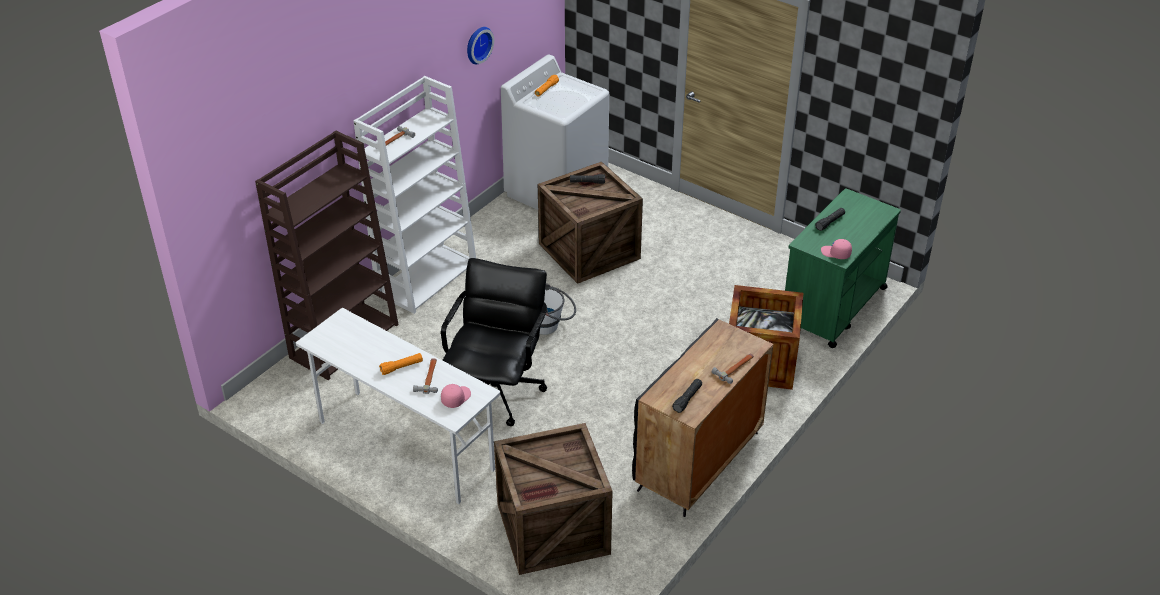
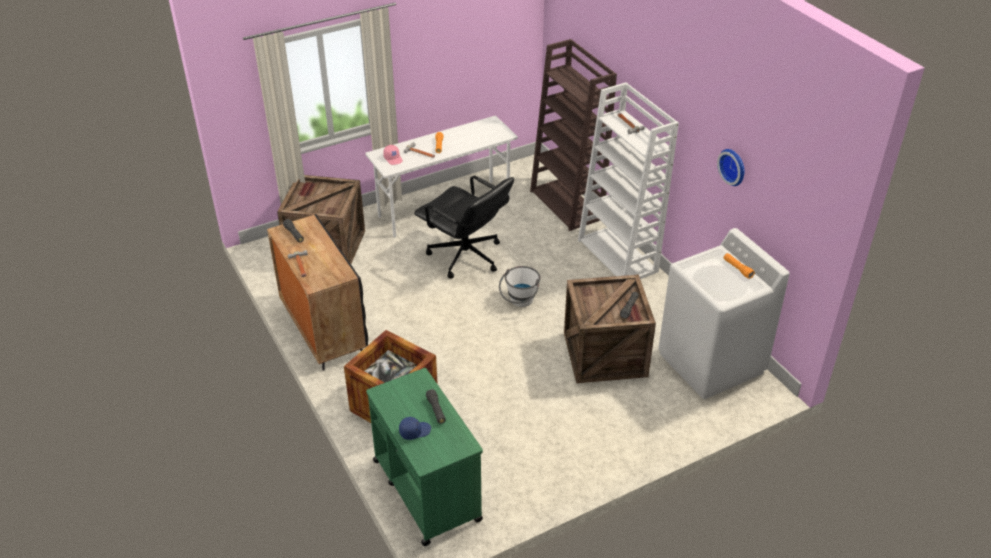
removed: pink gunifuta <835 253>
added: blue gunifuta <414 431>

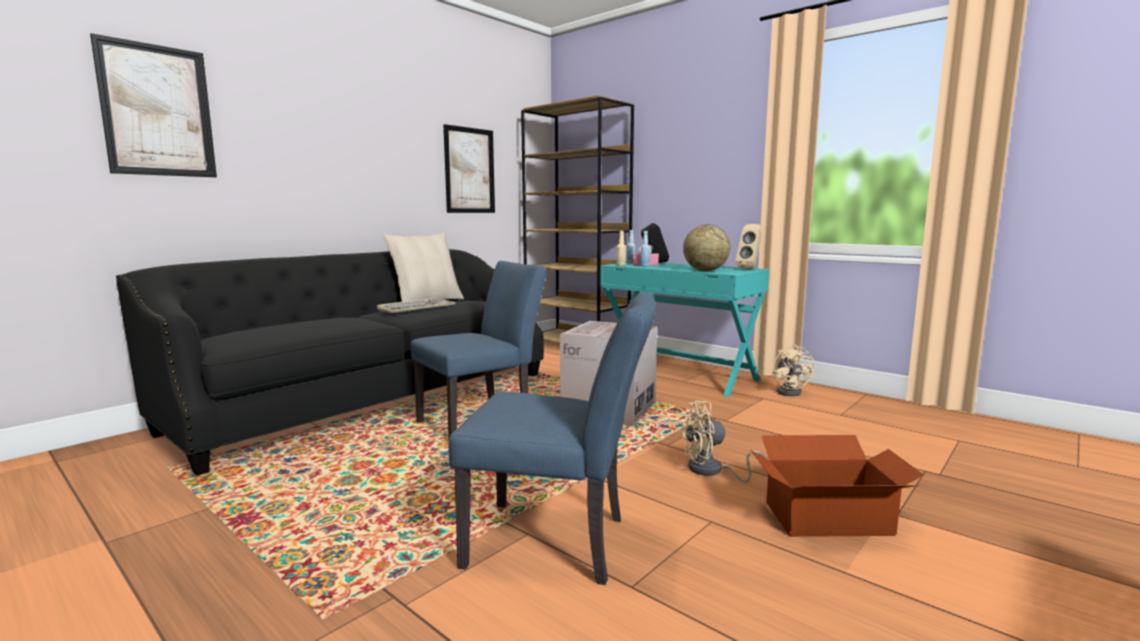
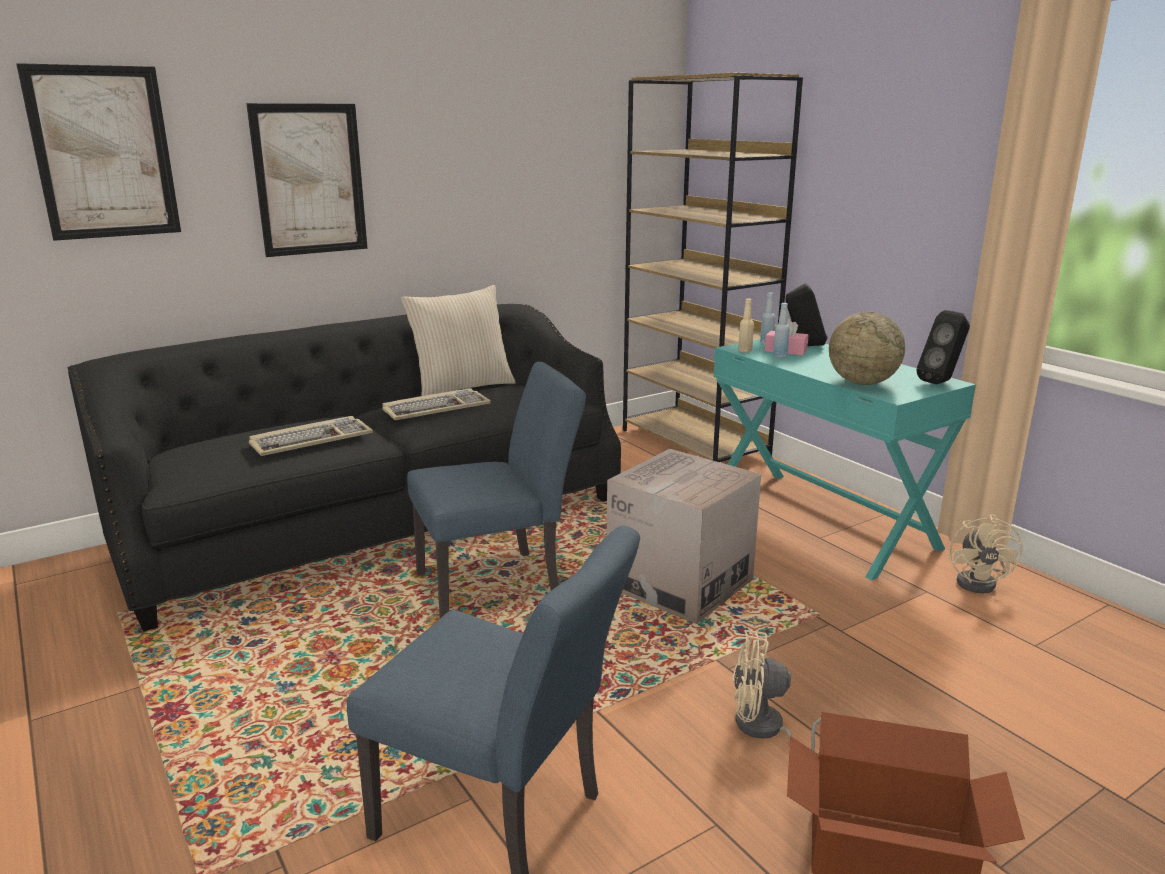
added: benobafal <311 440>
moved: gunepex <469 170> to <309 180>
recoloured: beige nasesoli <749 269> to black nasesoli <941 382>

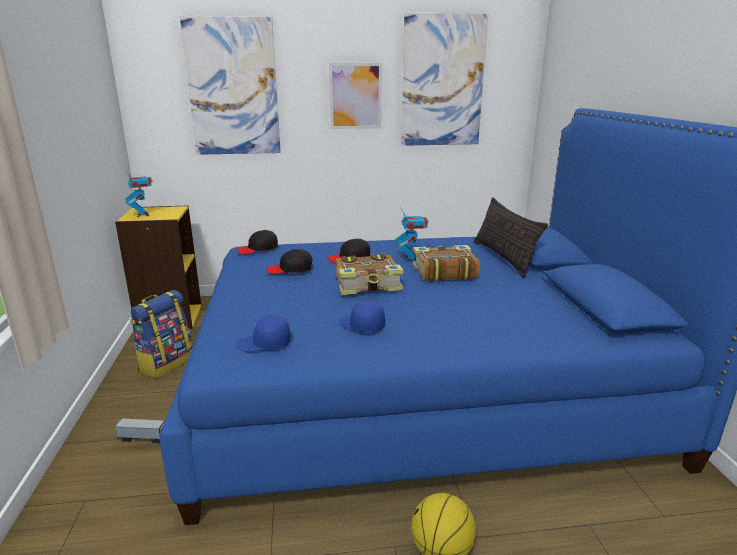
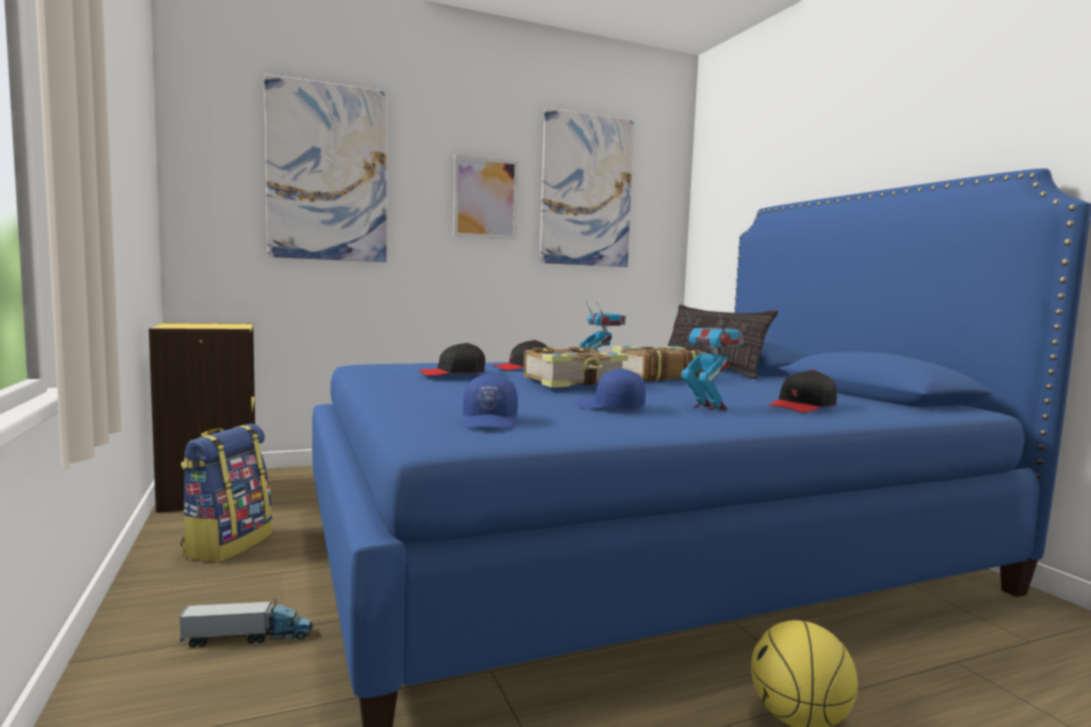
moved: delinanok <143 215> to <709 407>; black gunifuta <258 249> to <802 406>
turned: blue gunifuta <264 344> = <490 421> 75 degrees counterclockwise

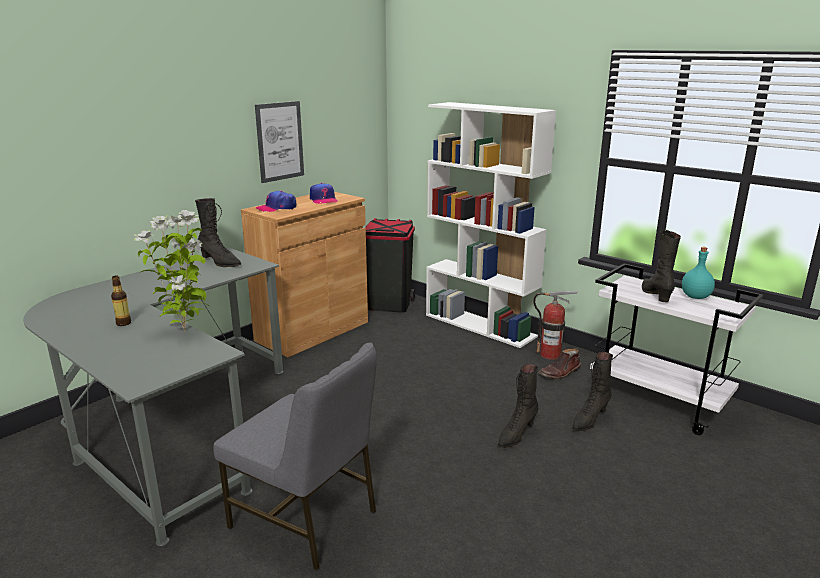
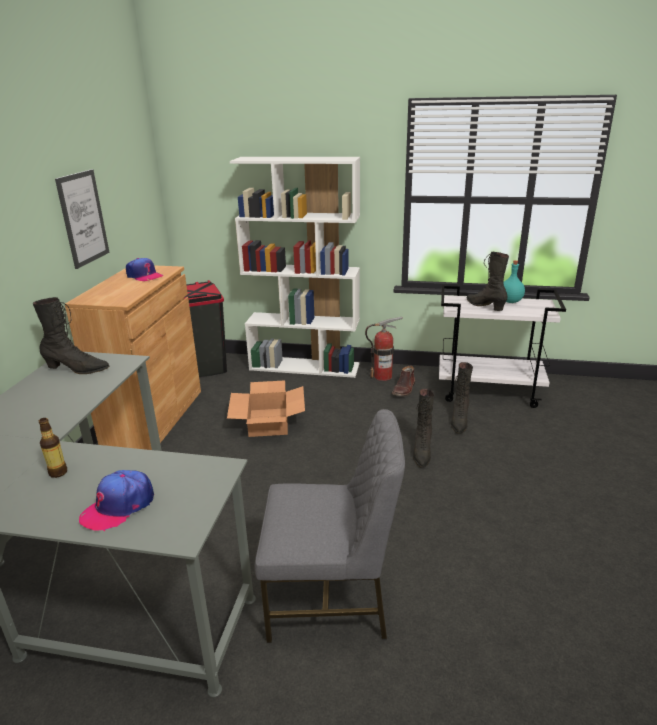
removed: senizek <185 330>
added: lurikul <268 422>
moved: gunifuta <277 208> to <118 506>

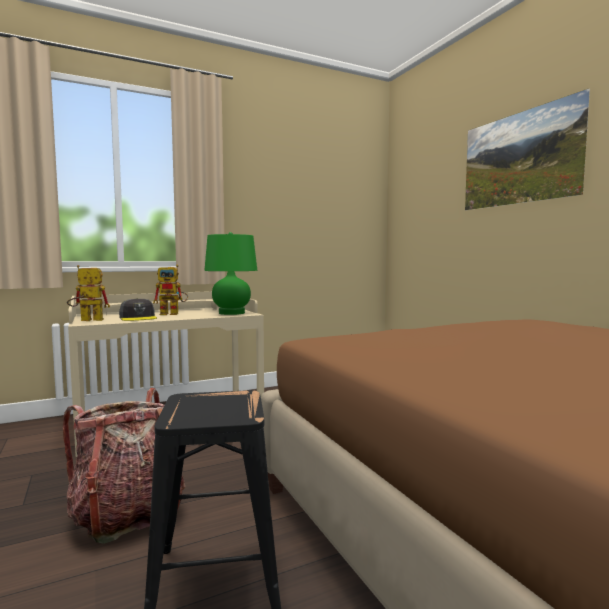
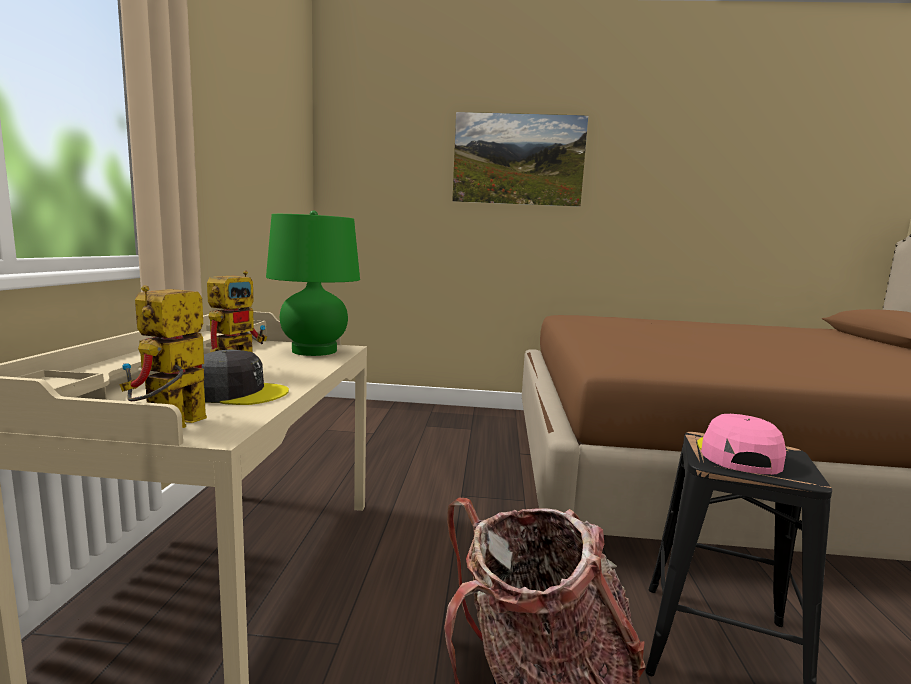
added: pink gunifuta <737 455>

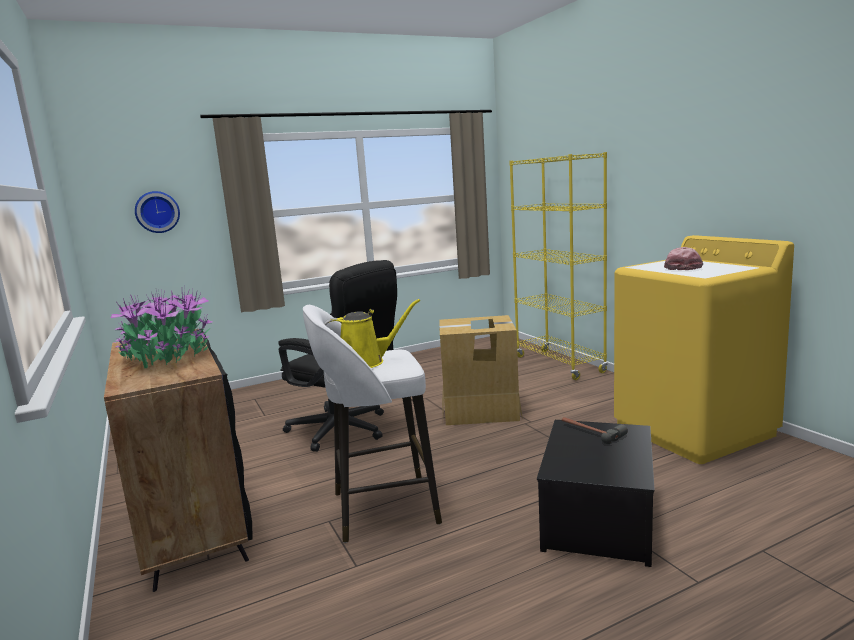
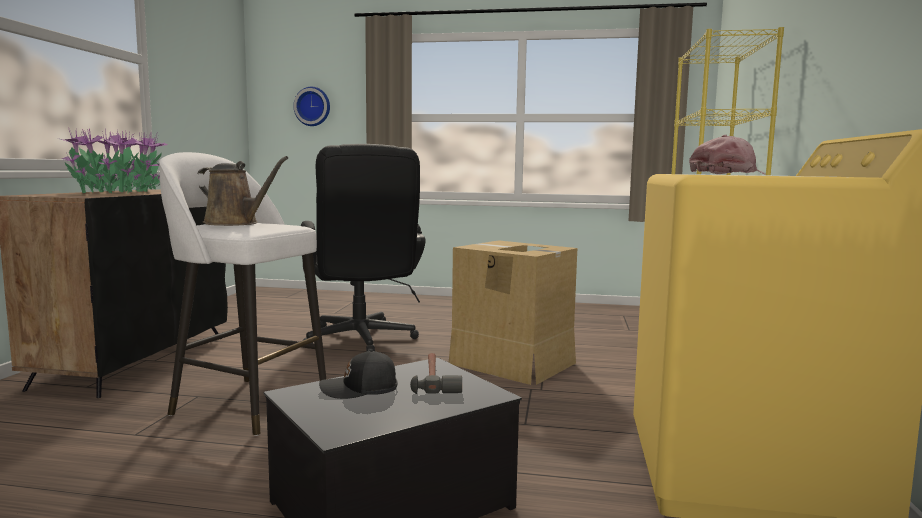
added: black gunifuta <360 389>
recoloured: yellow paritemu <366 362> to brown paritemu <235 223>

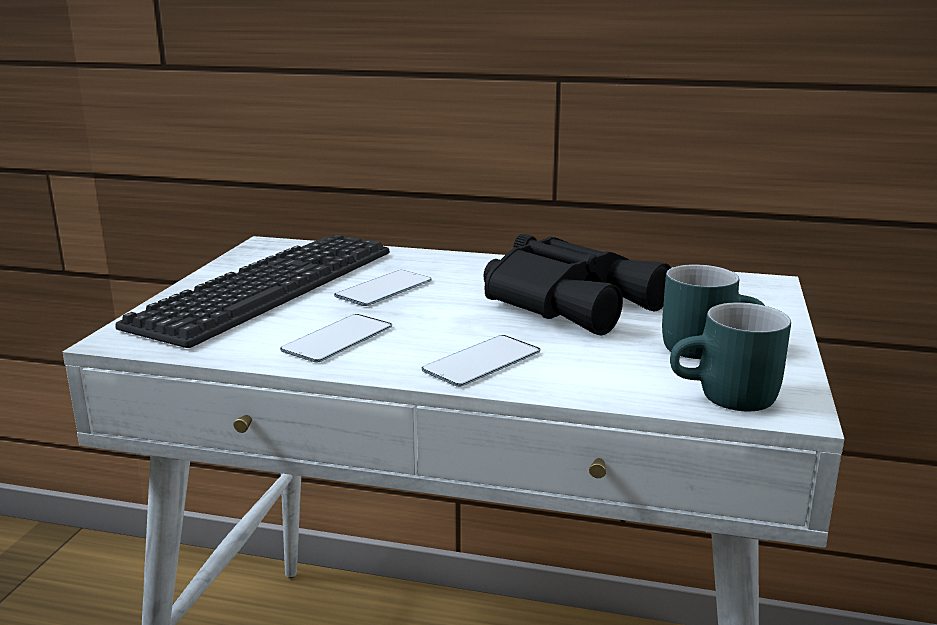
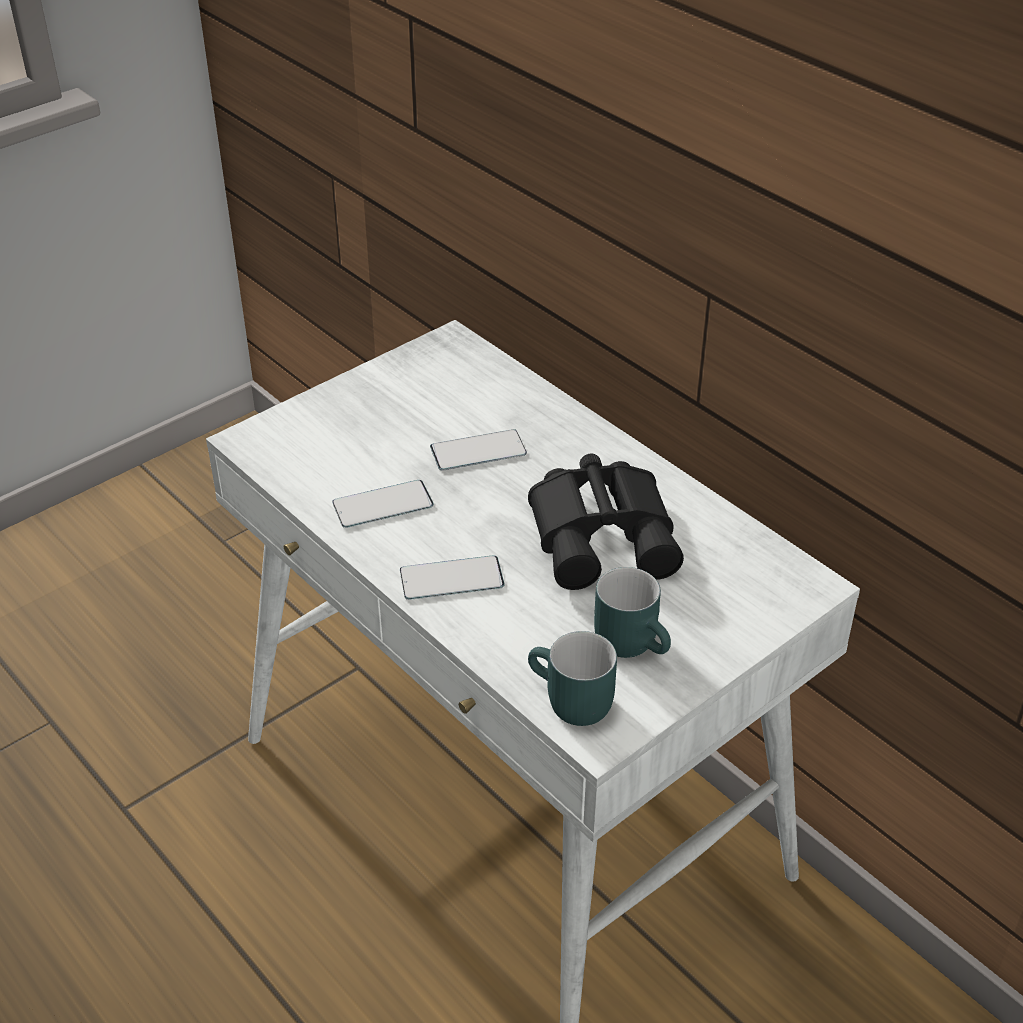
removed: benobafal <268 288>

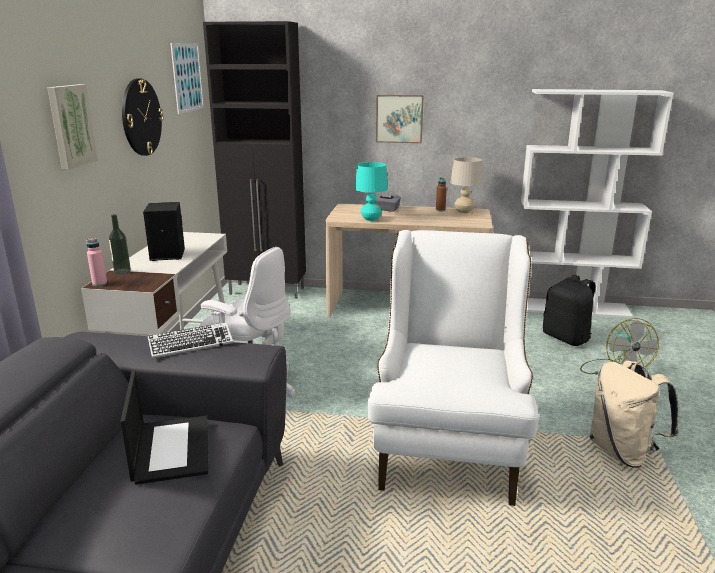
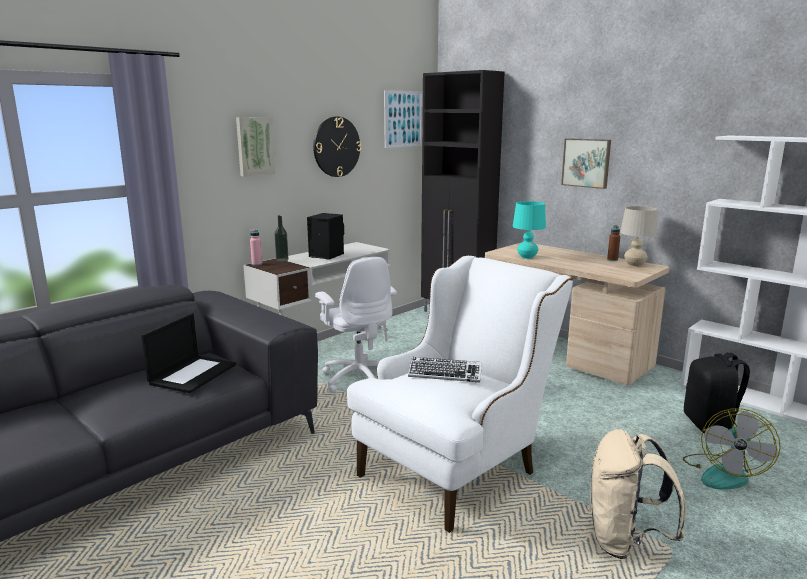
removed: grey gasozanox <386 209>
moved: benobafal <191 345> to <445 374>

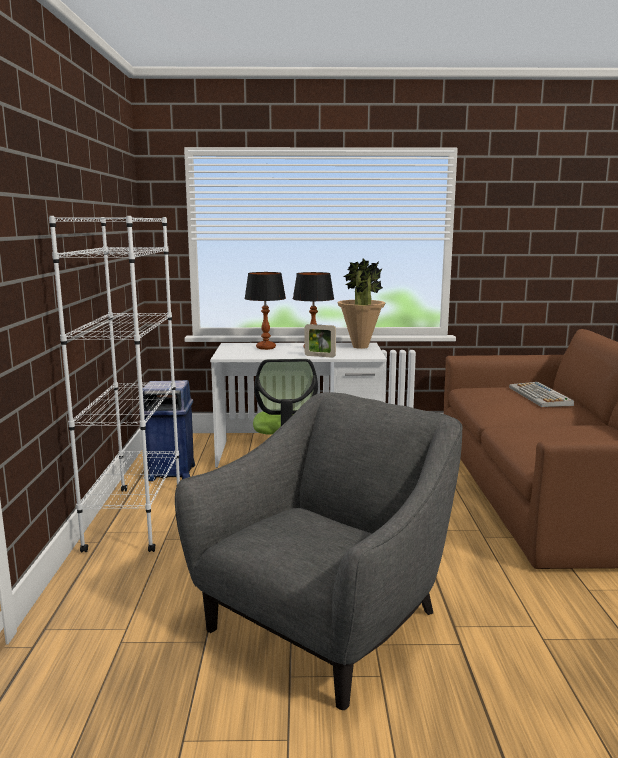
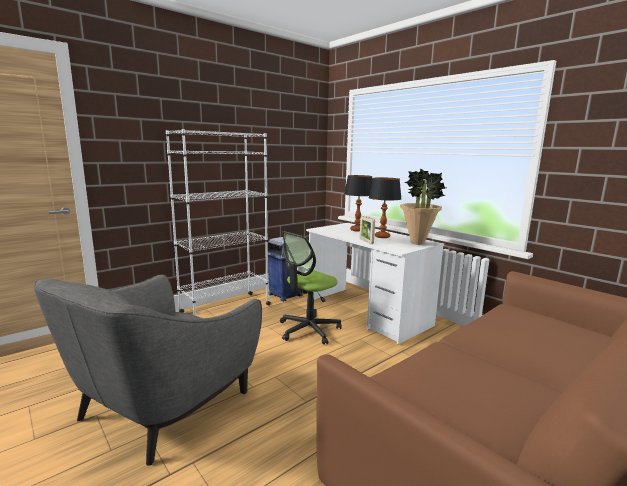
removed: benobafal <540 396>
turned: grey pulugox <327 621> = <163 405> 120 degrees clockwise

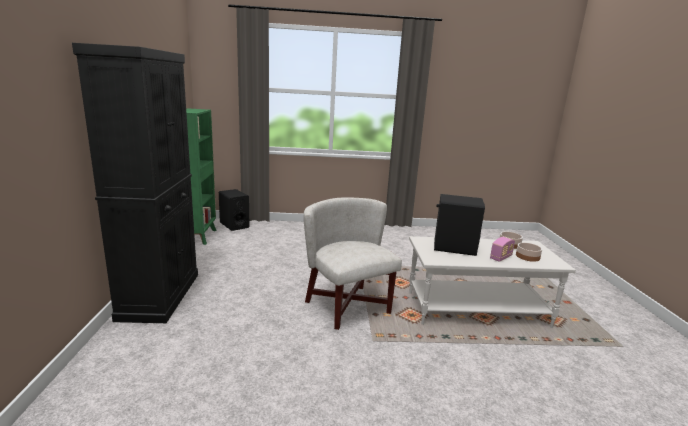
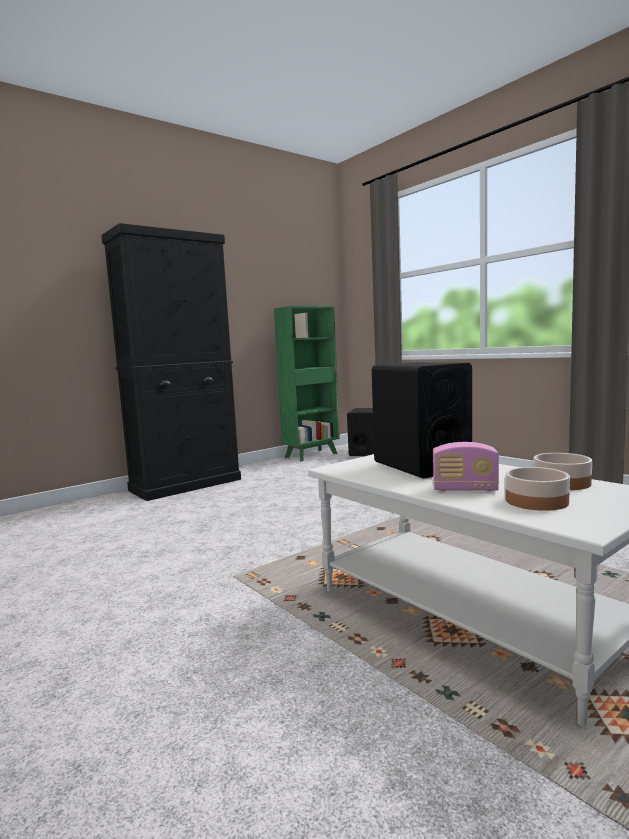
removed: white pulugox <348 306>

